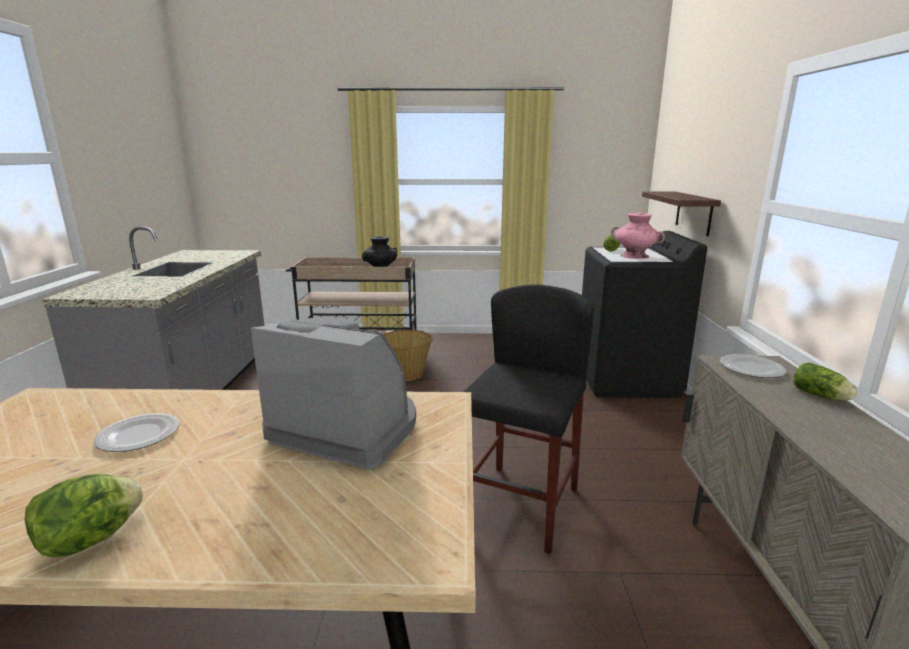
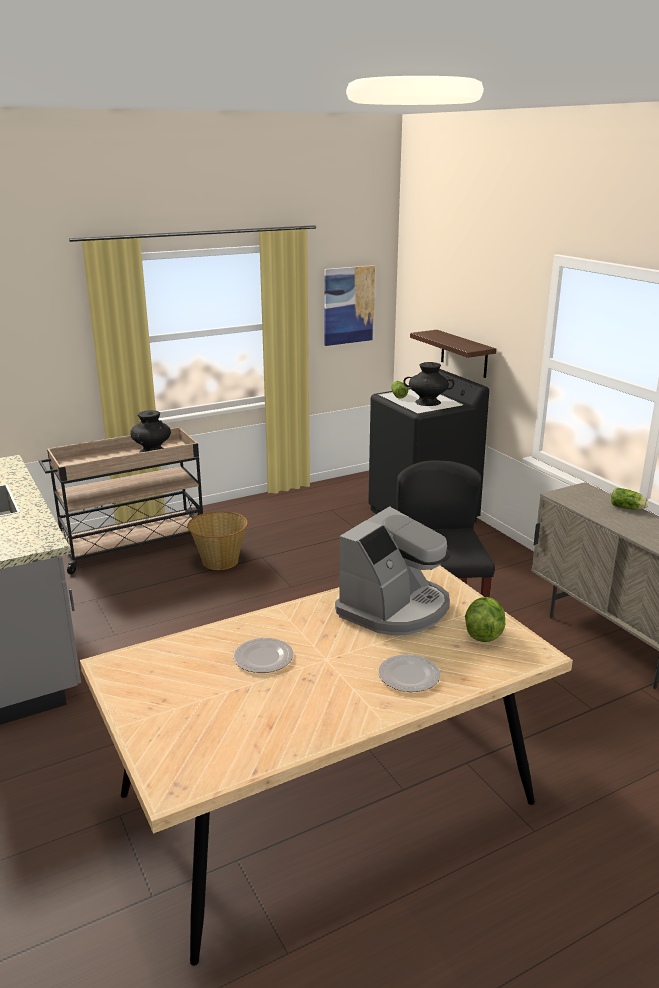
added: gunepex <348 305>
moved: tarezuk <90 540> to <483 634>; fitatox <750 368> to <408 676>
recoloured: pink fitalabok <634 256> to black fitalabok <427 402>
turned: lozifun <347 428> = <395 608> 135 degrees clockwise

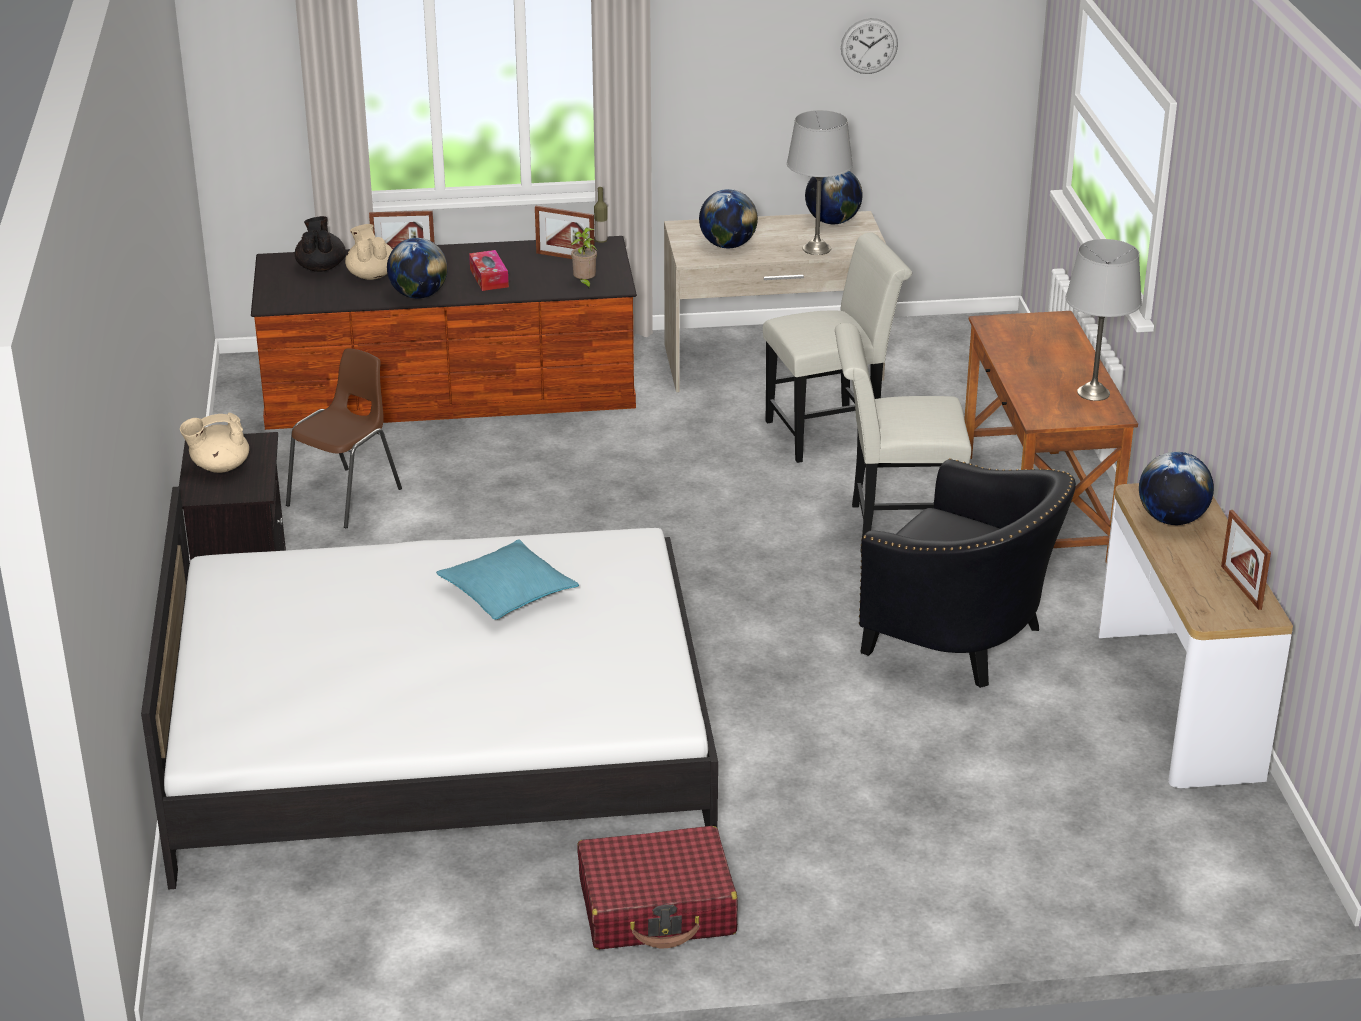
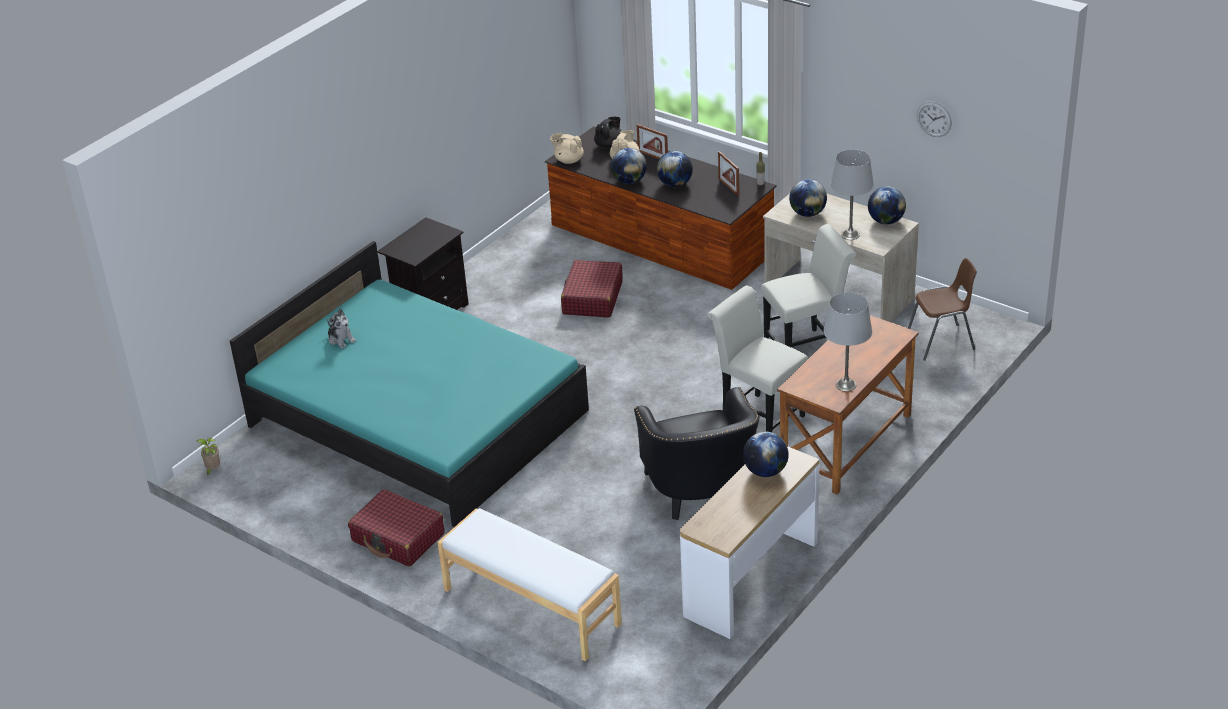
removed: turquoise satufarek <507 592>; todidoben <1241 587>
added: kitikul <341 339>; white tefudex <531 607>; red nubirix <592 298>
moved: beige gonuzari <219 467> to <568 160>; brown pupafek <346 497> to <941 342>; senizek <584 284> to <212 470>
replaced: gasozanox <489 278> to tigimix <675 184>
recoloured: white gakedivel <439 743> to turquoise gakedivel <417 419>
turned: white pupafek <831 433> = <807 349> 45 degrees counterclockwise

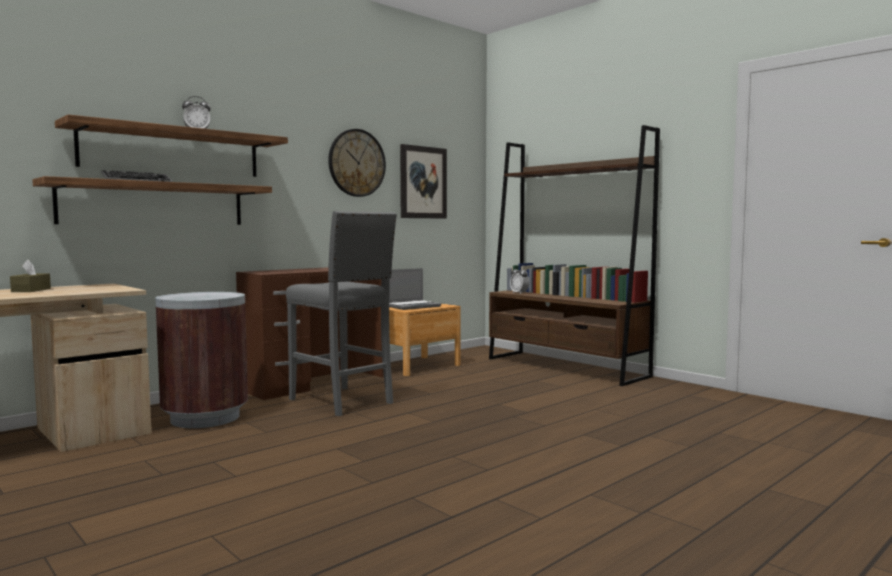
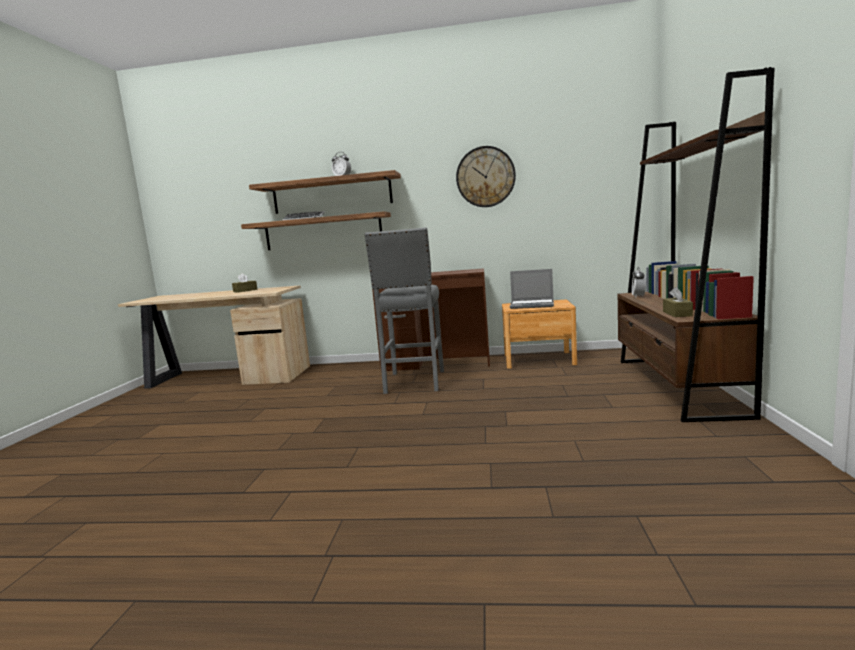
removed: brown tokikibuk <206 418>; gunepex <423 182>
added: brown gasozanox <677 314>

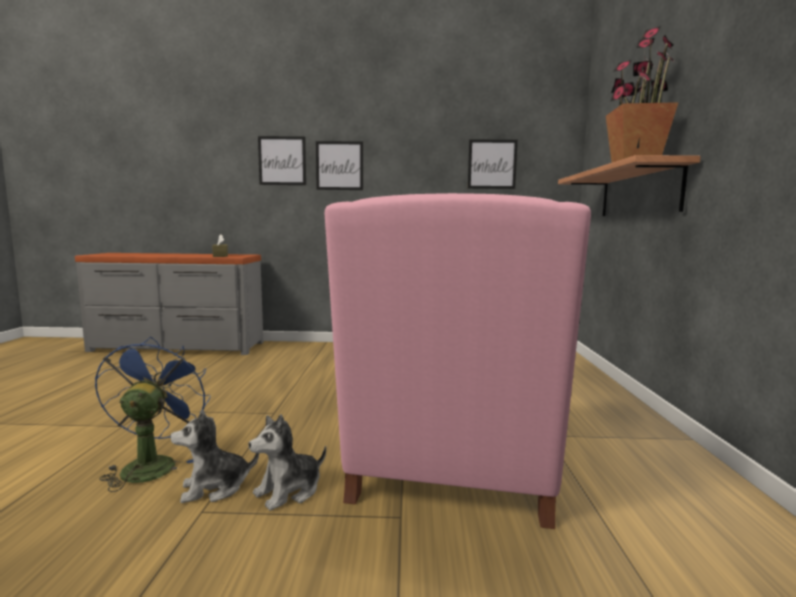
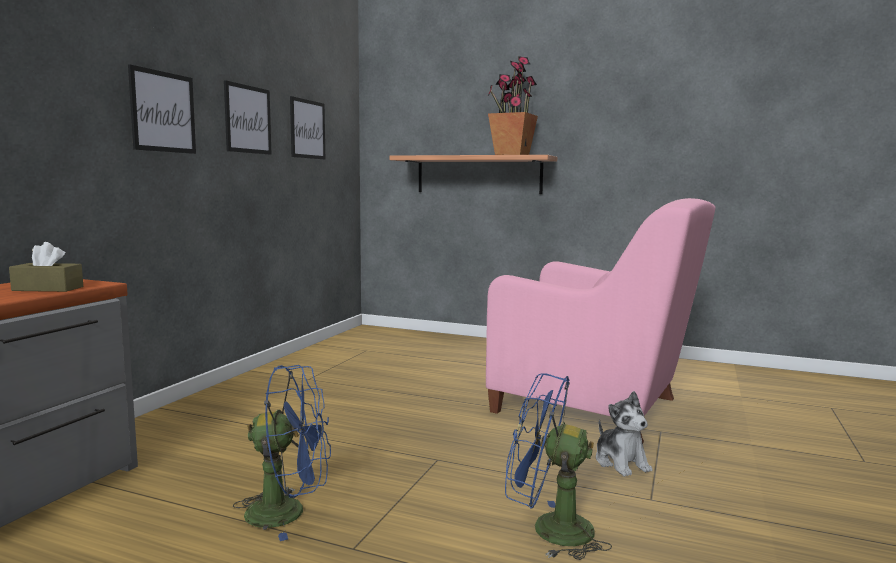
removed: kitikul <214 488>
added: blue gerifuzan <289 512>
moved: gunepex <282 161> to <247 119>

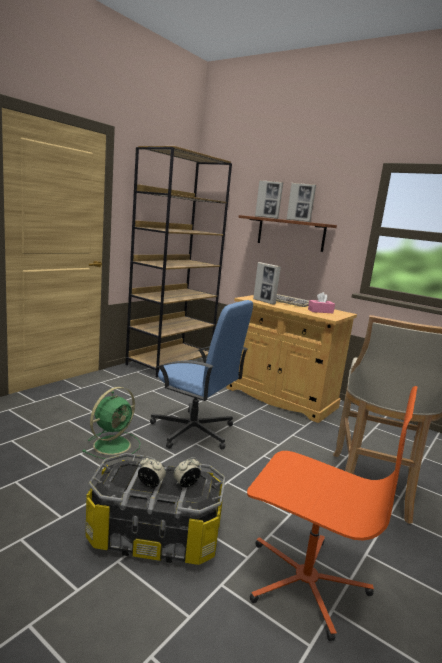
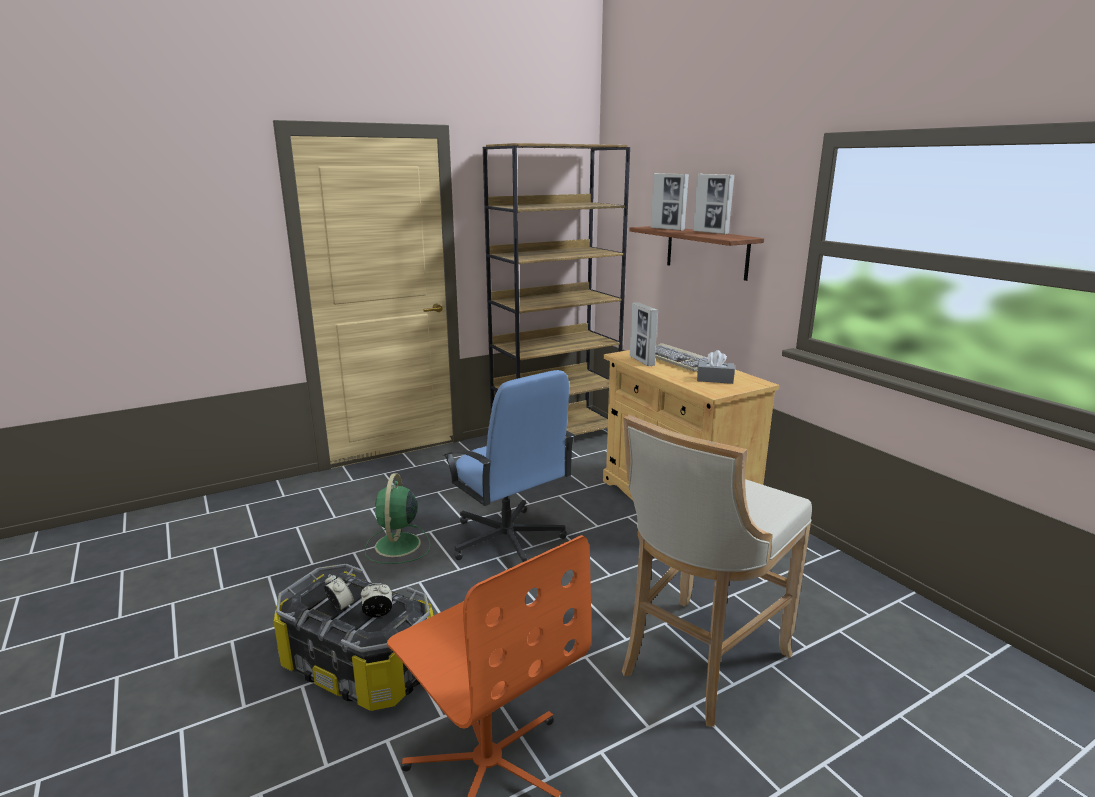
recoloured: pink gasozanox <320 311> to grey gasozanox <715 379>
turned: green gerifuzan <113 444> = <397 546> 120 degrees clockwise

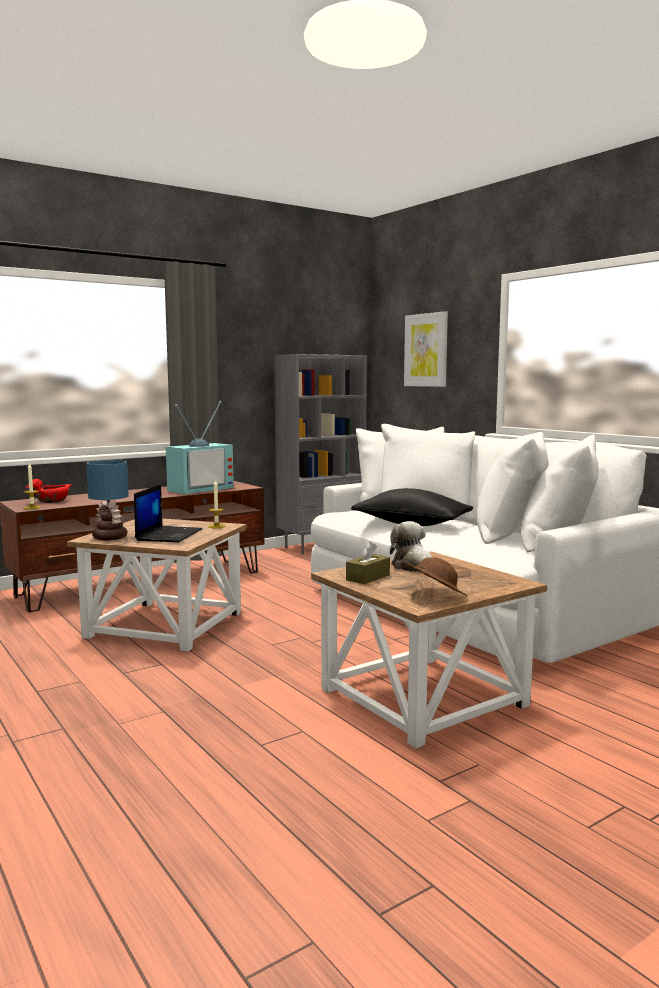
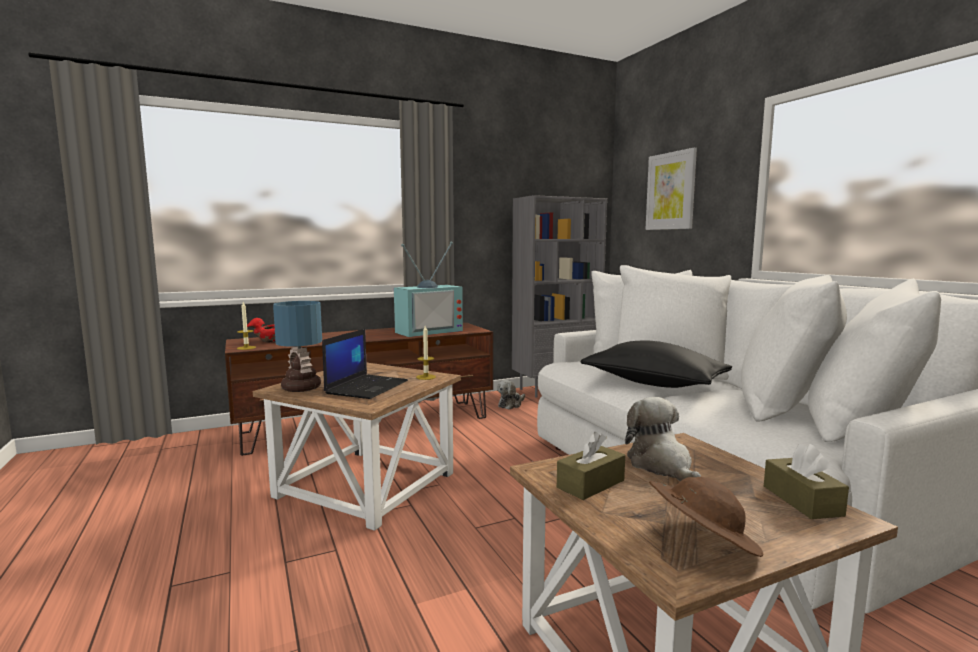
added: kitikul <511 404>; brown gasozanox <802 500>

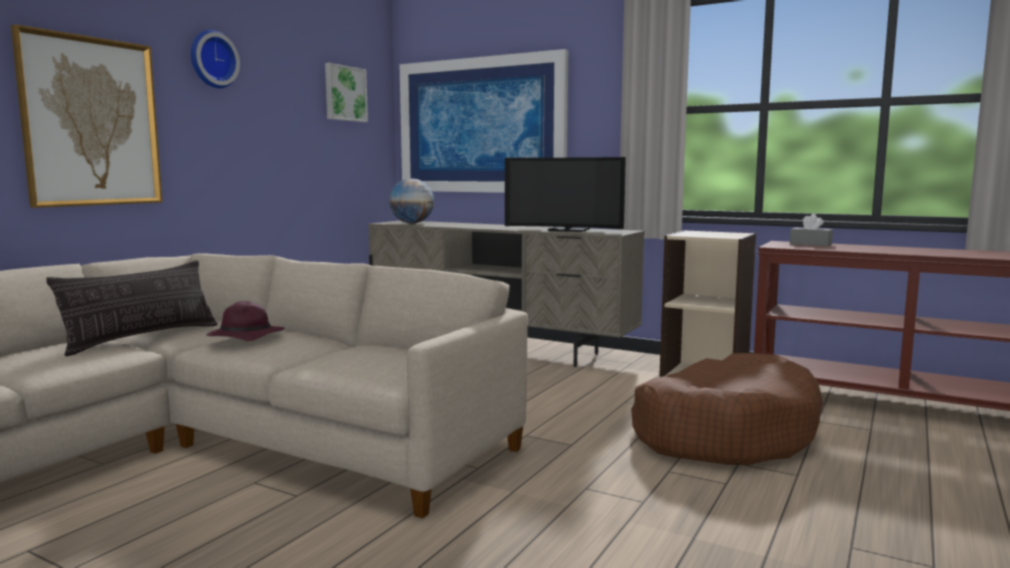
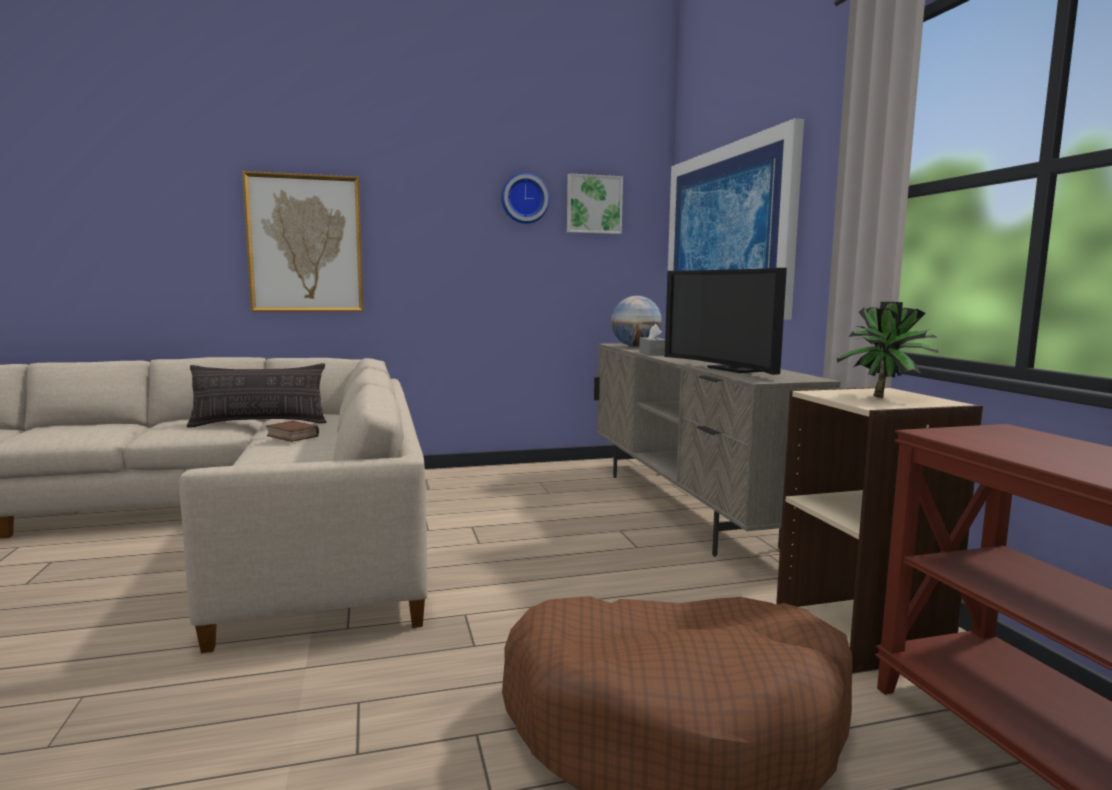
added: senizek <886 398>
moved: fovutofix <212 59> to <524 198>; grey gasozanox <810 244> to <652 353>
replaced: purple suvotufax <244 337> to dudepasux <290 436>

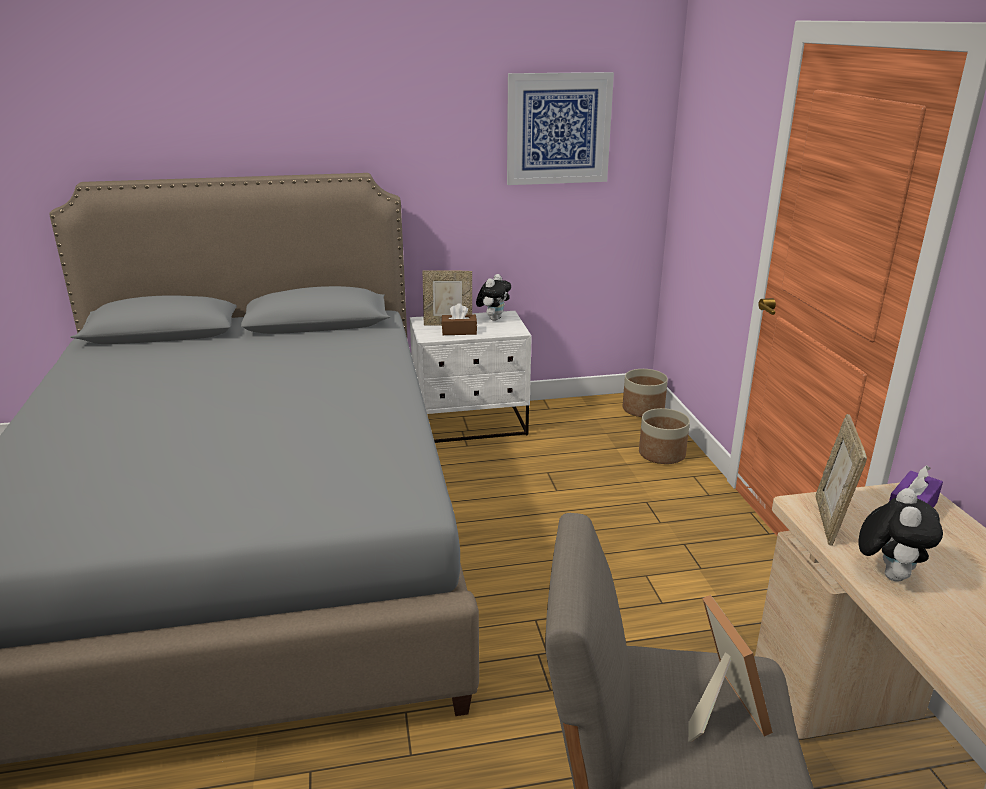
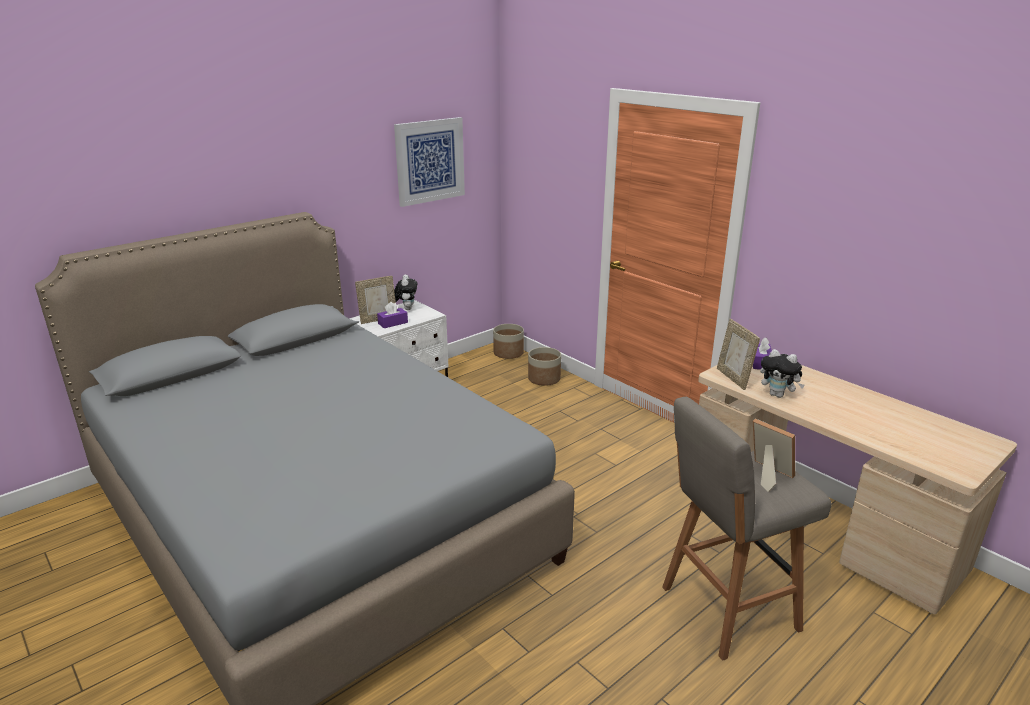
recoloured: brown gasozanox <459 331> to purple gasozanox <393 323>
turned: kitikul <888 573> = <778 395> 135 degrees clockwise

